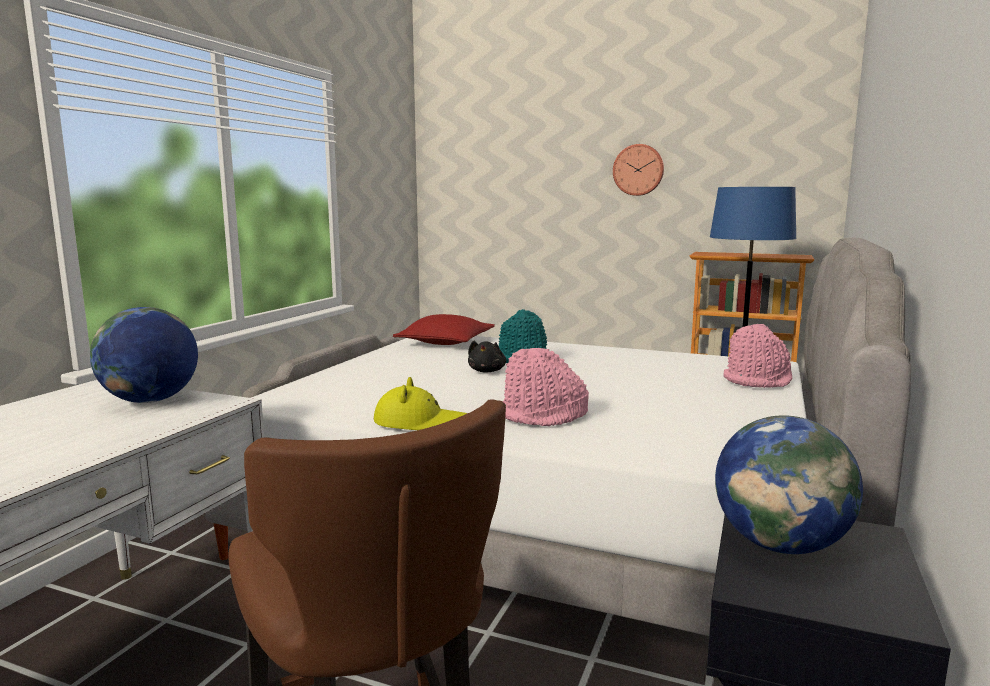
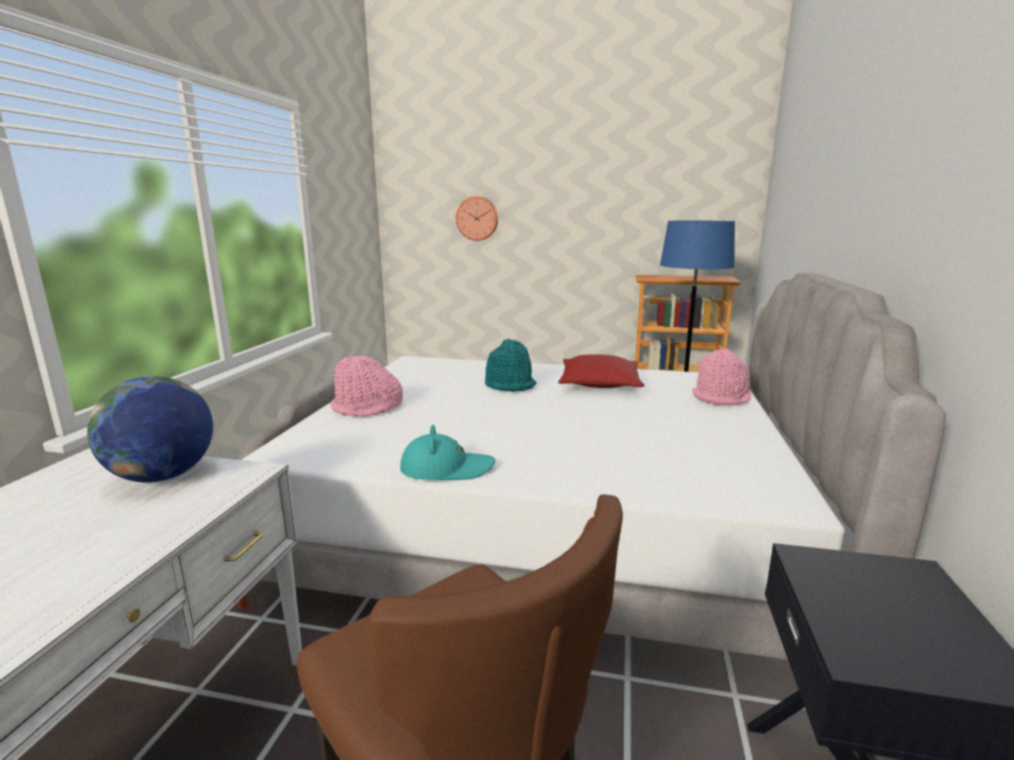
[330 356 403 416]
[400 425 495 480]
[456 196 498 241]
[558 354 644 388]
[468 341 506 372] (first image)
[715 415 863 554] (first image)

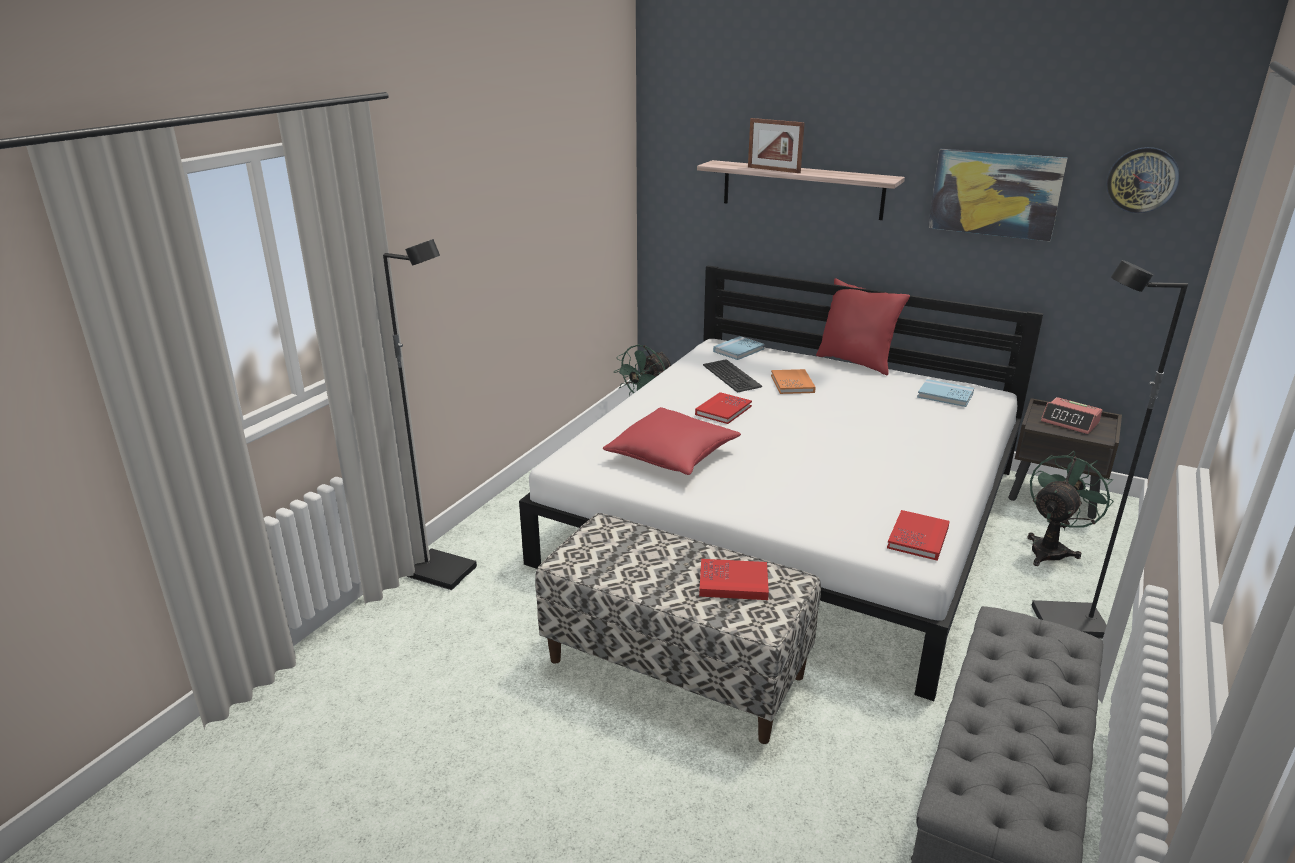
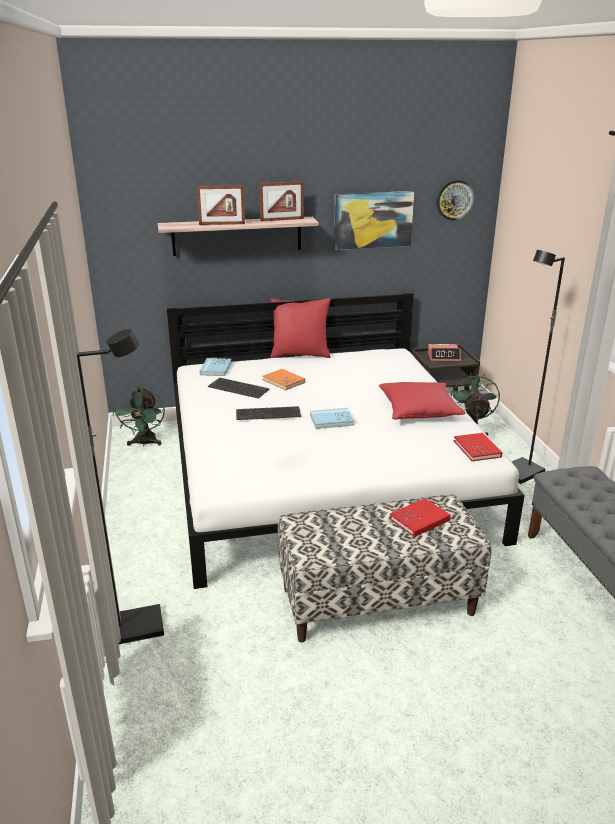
[236 406 301 420]
[259 181 304 222]
[310 408 355 429]
[379 382 465 420]

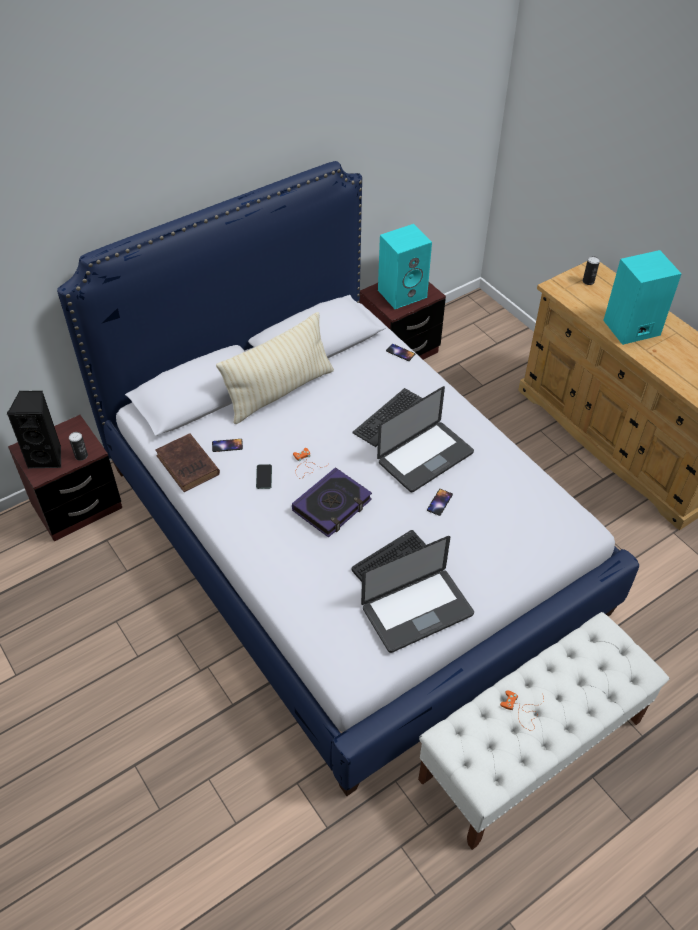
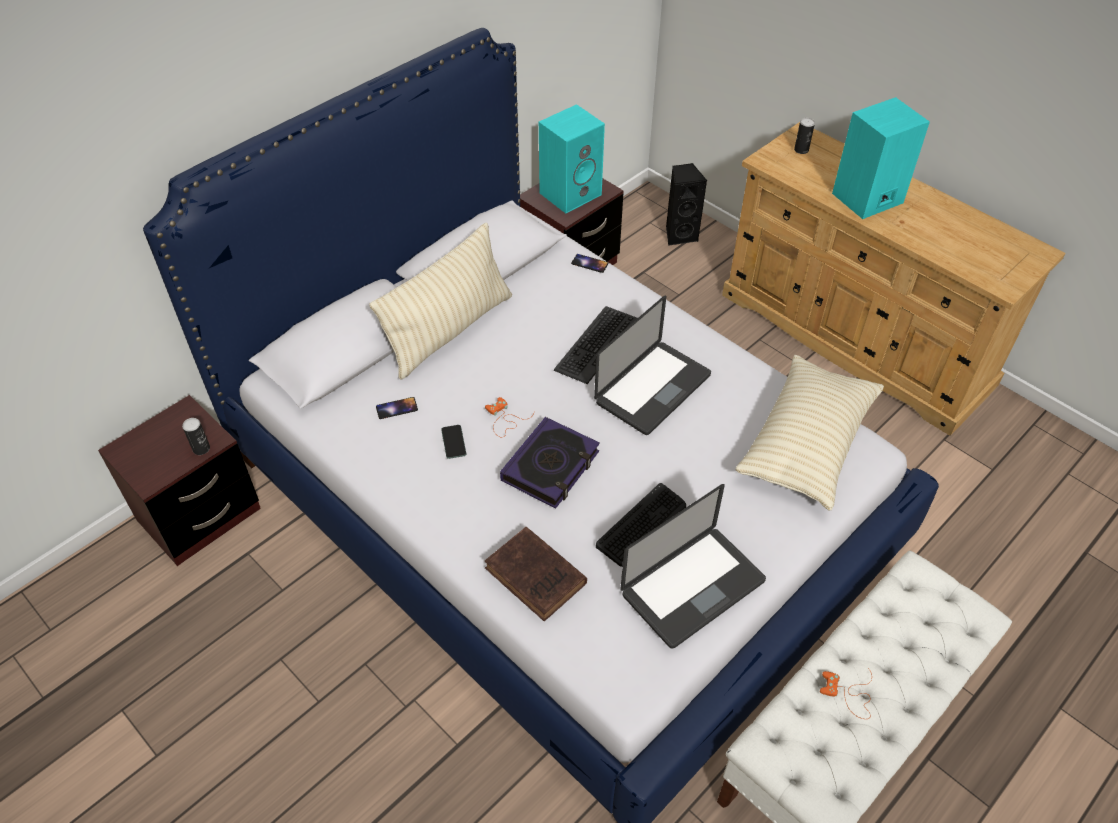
[484 527 587 621]
[666 163 707 246]
[735 355 884 511]
[427 489 453 516] (first image)

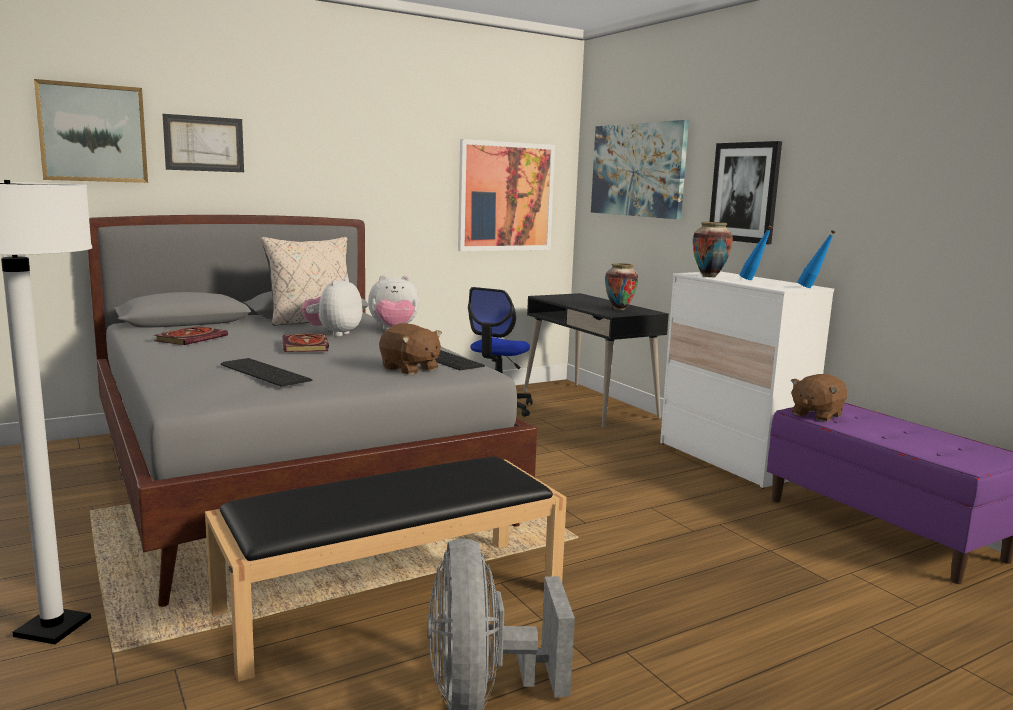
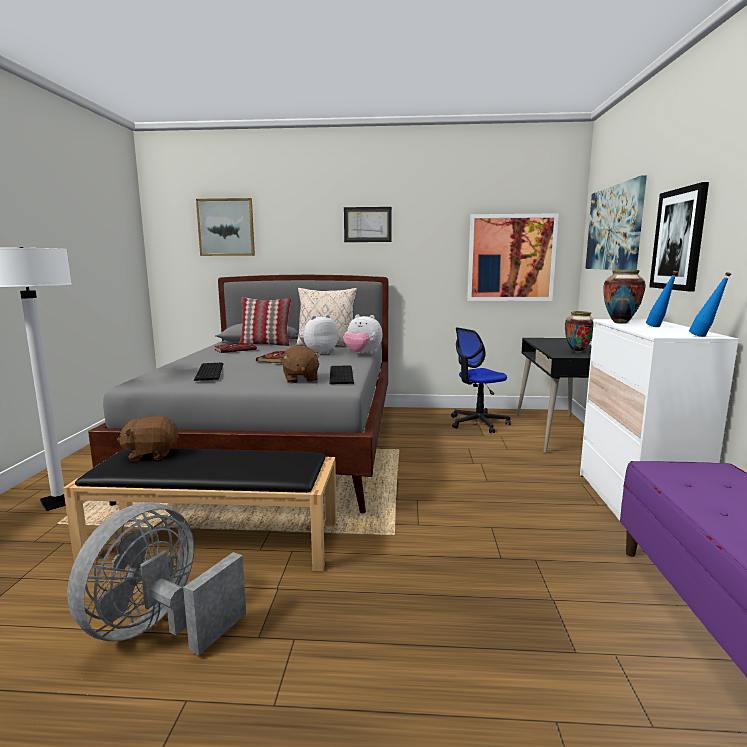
[117 416 179 461]
[239 297 291 346]
[344 207 392 242]

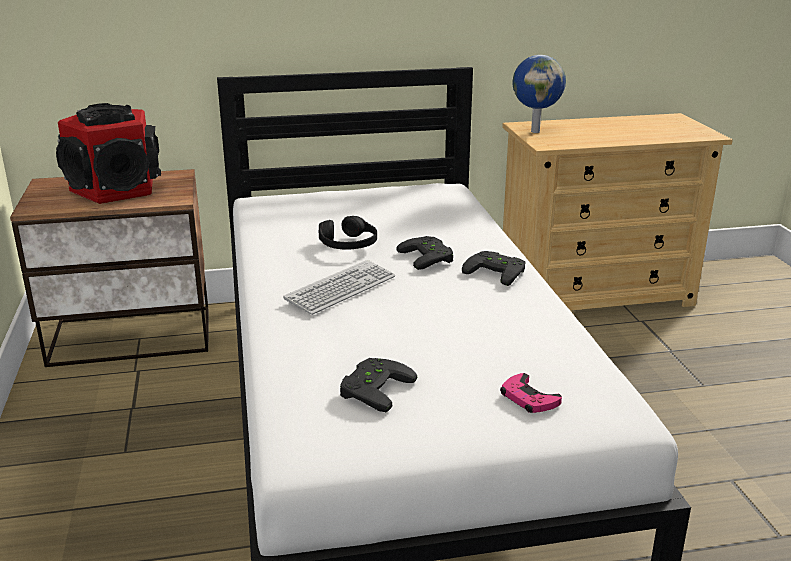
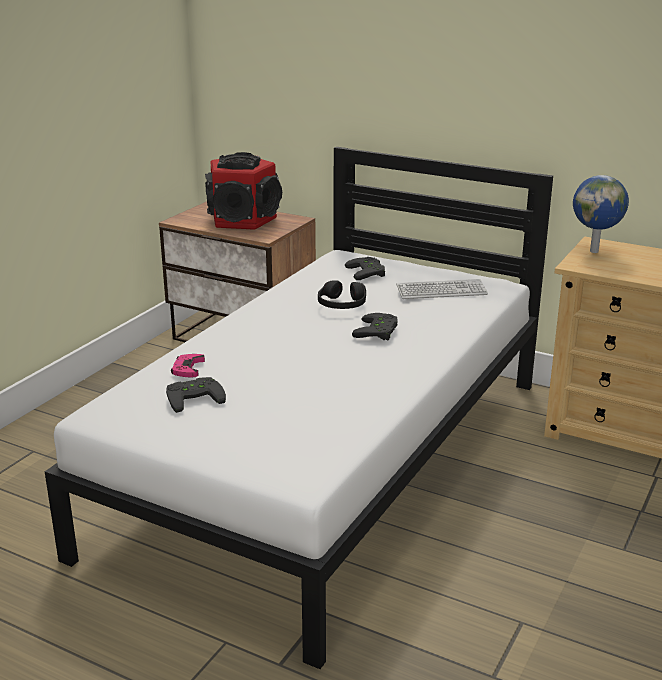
[171 354 205 377]
[345 257 385 280]
[396 279 488 299]

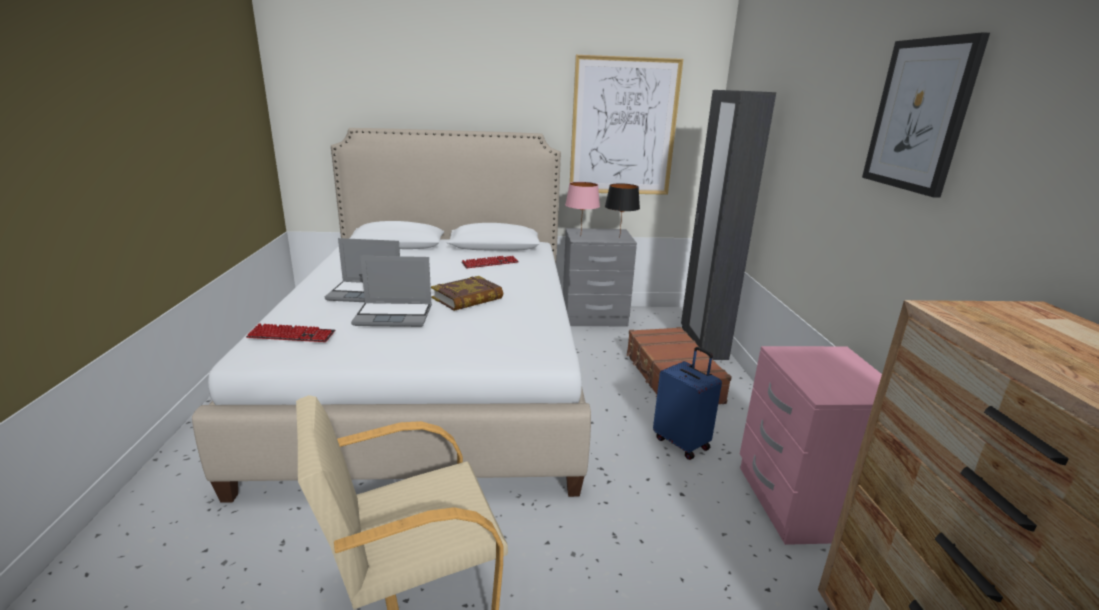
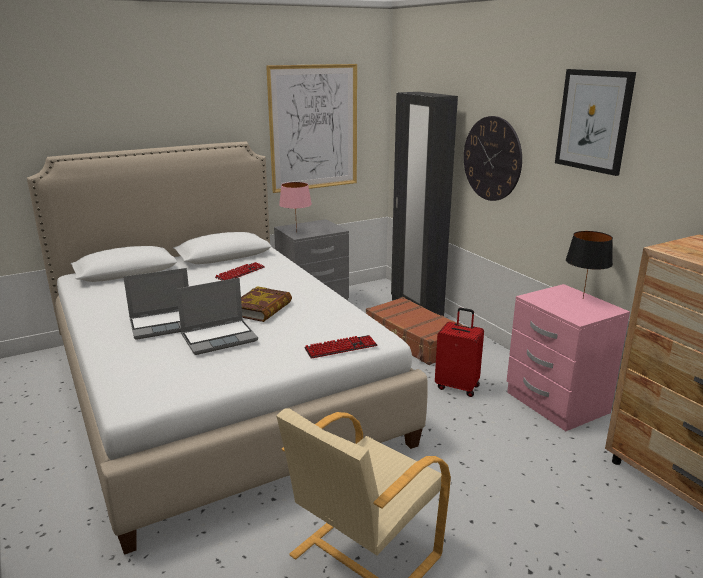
[304 335 377 359]
[435 308 484 397]
[464 116 522 201]
[566 231 613 298]

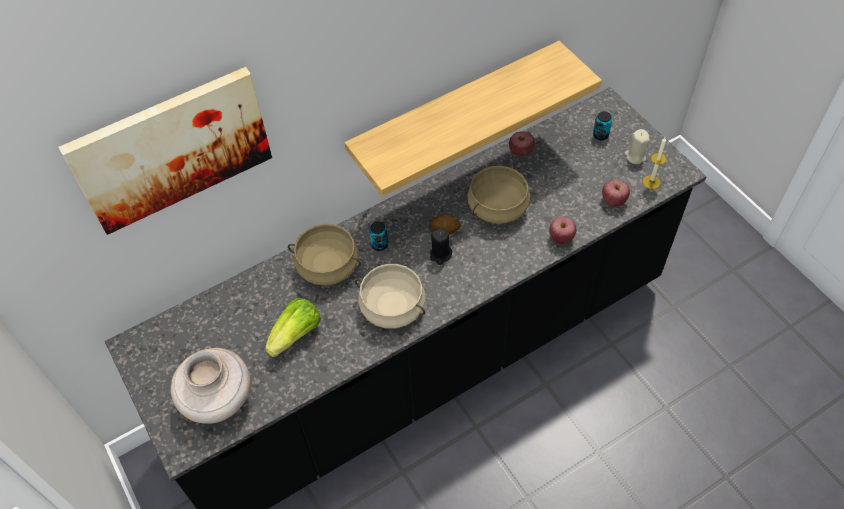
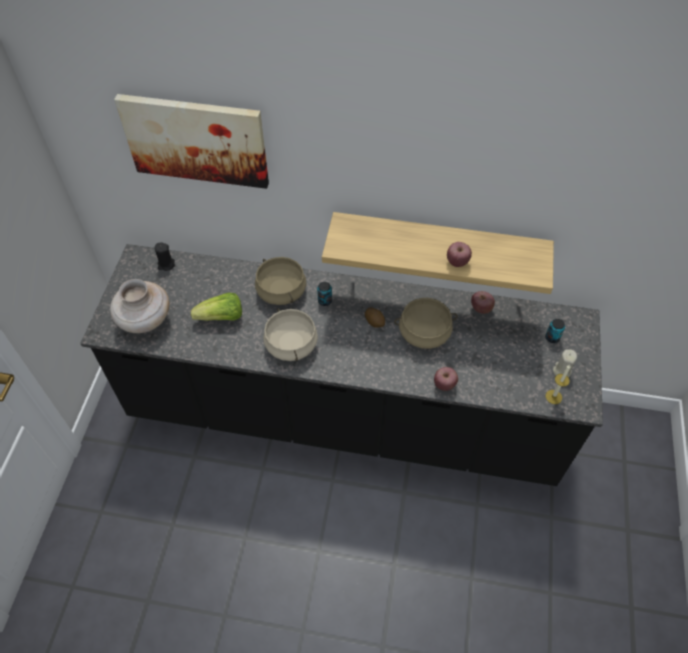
[155 243 175 271]
[447 242 472 267]

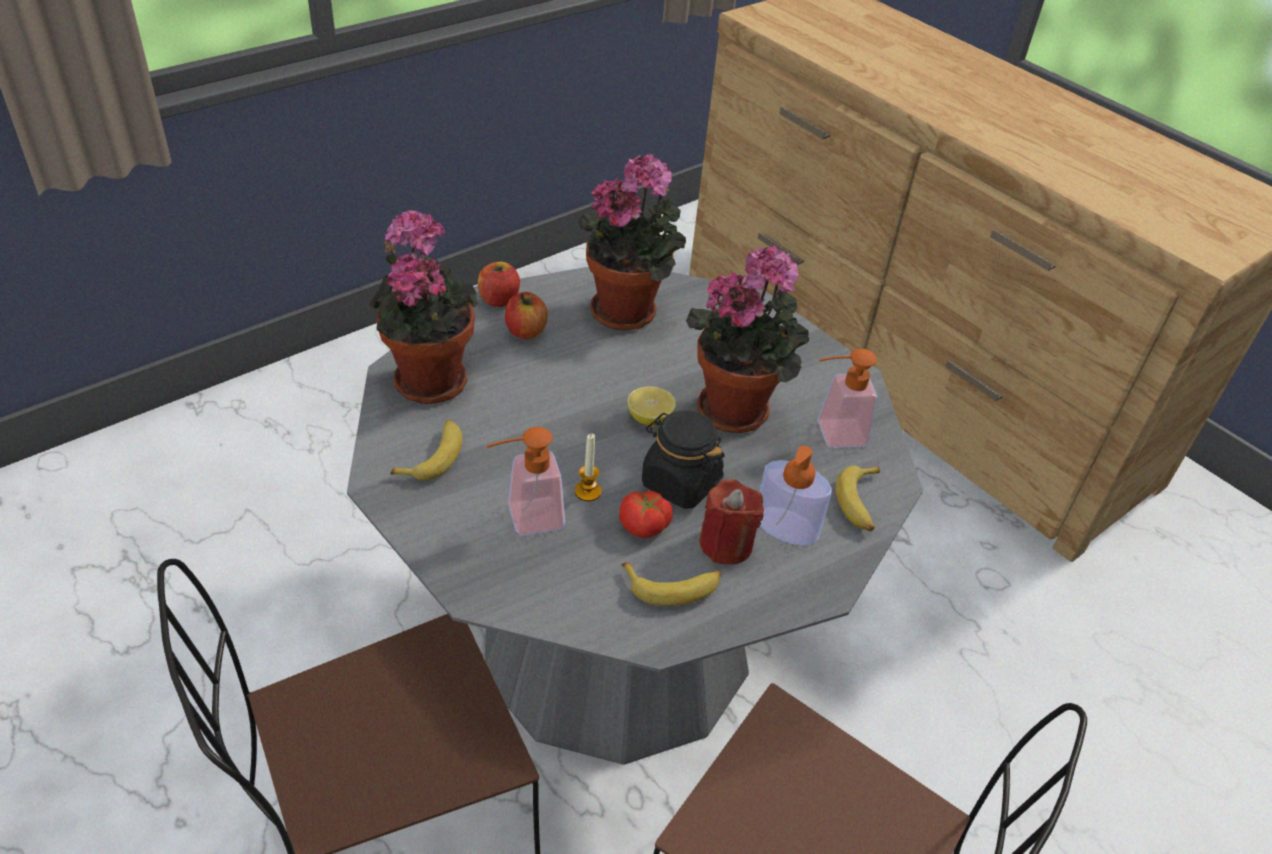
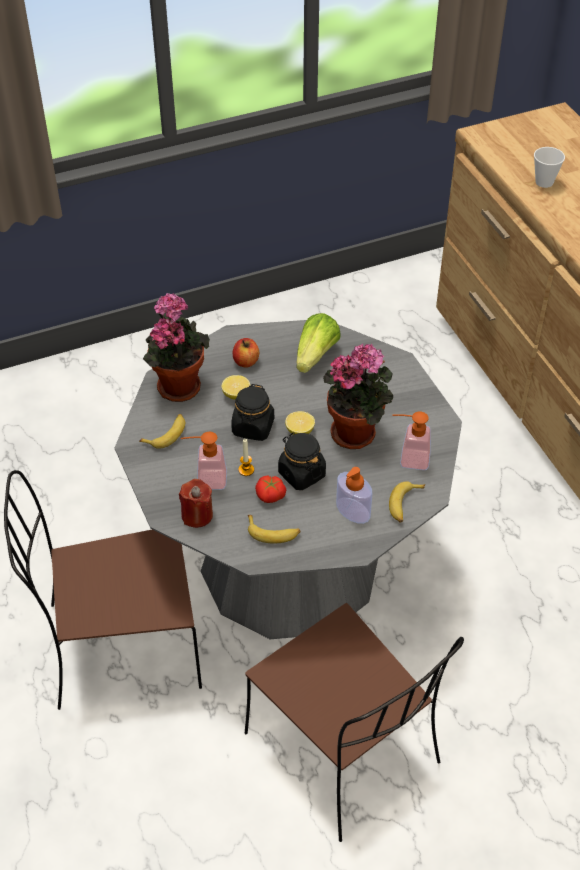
[179 479 213 528]
[222 375 250 399]
[231 384 274 441]
[296 313 340 373]
[534 147 565 188]
[478 262 520 307] (first image)

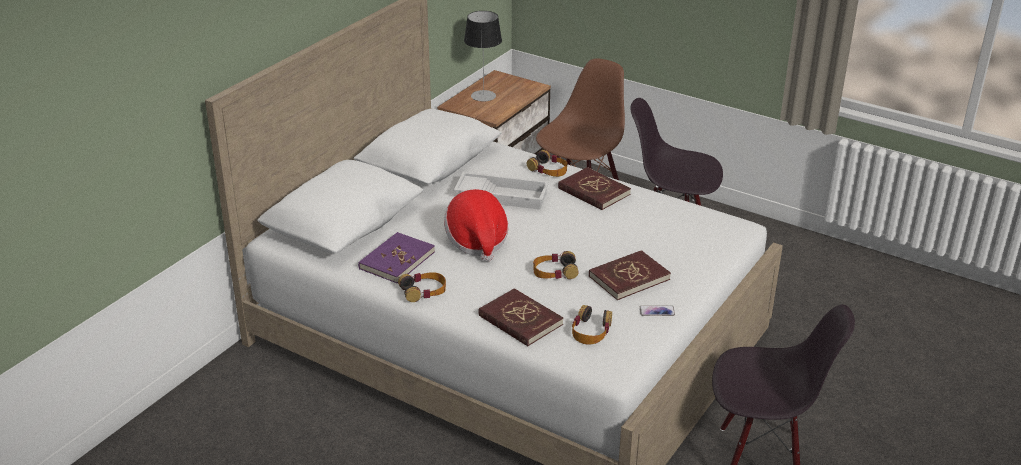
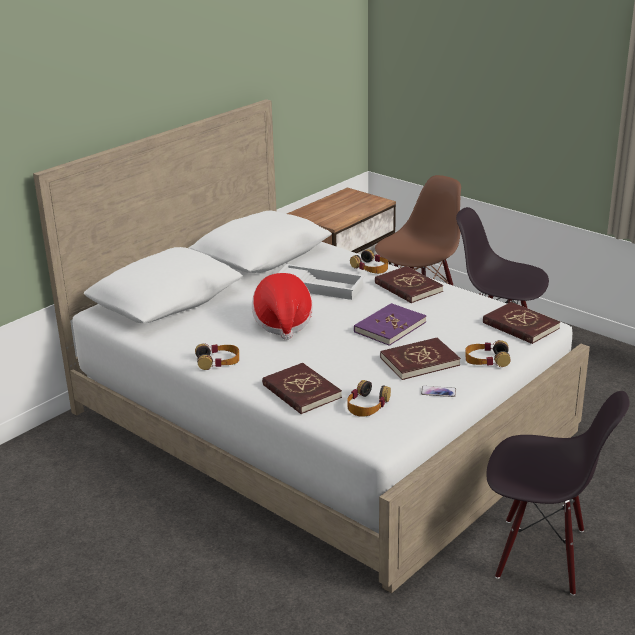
[354 303 426 346]
[466 340 510 367]
[483 302 560 344]
[464 11 502 101] (first image)

